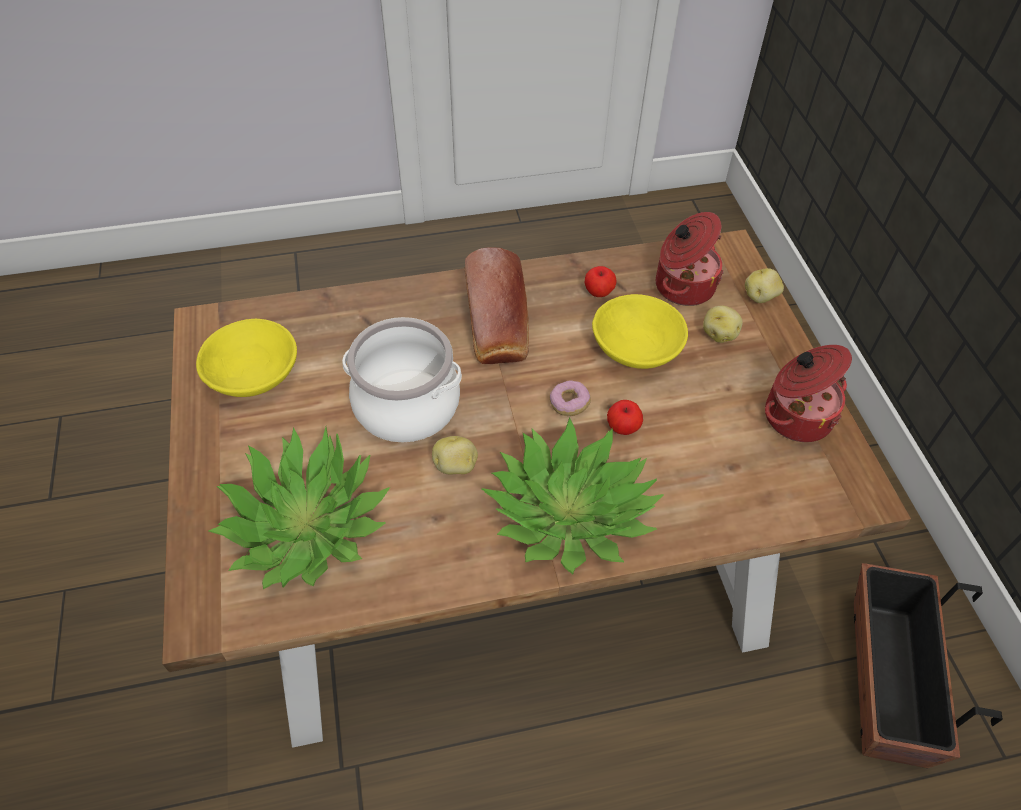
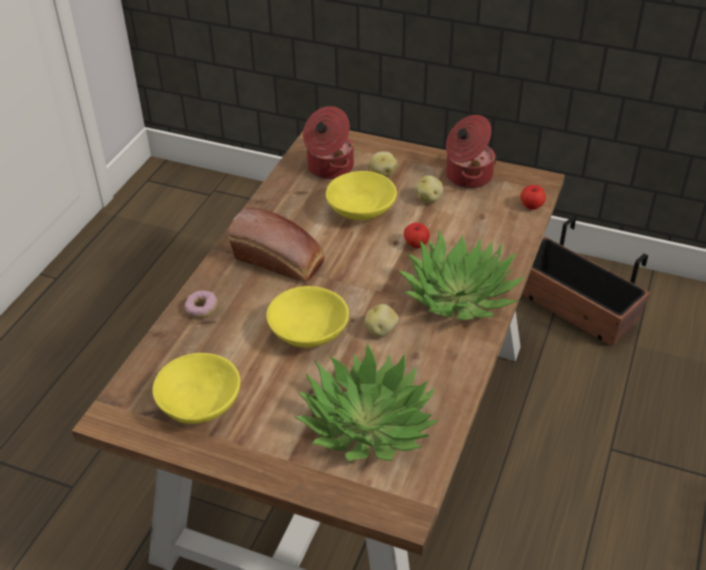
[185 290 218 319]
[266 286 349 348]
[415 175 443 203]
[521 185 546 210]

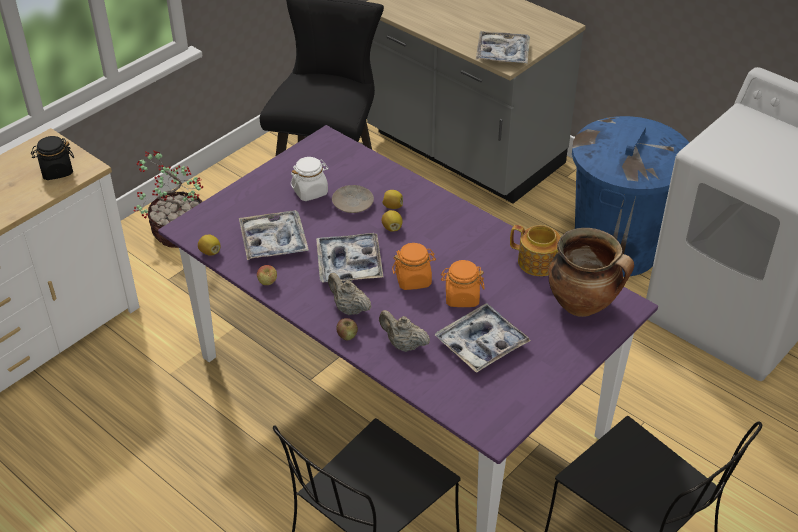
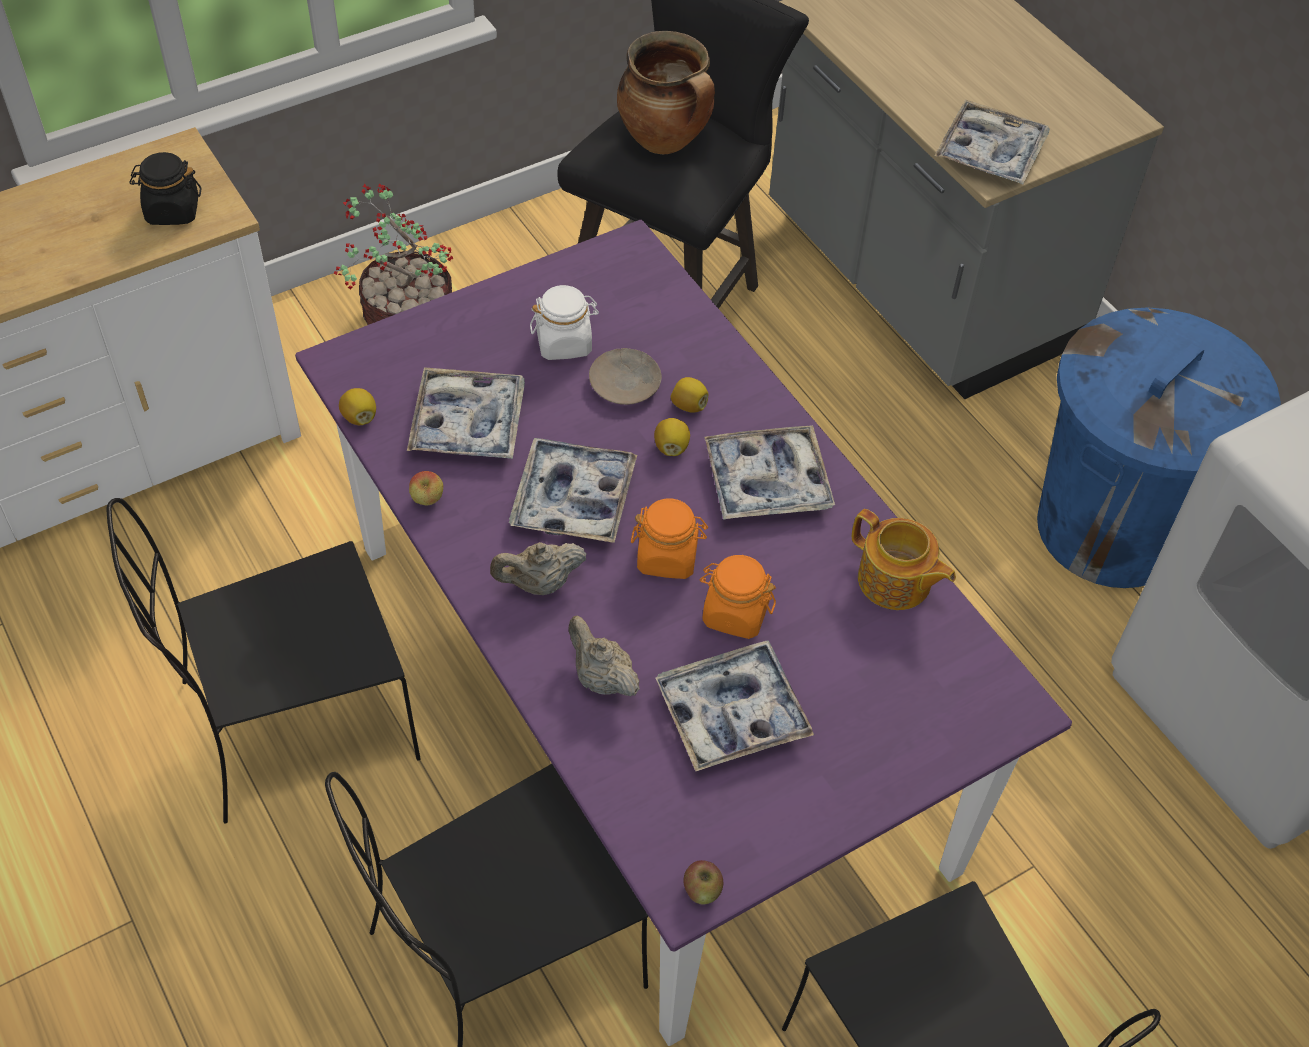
[106 498 421 823]
[490 542 586 595]
[617 31 715 154]
[683 860 723 905]
[704 425 835 520]

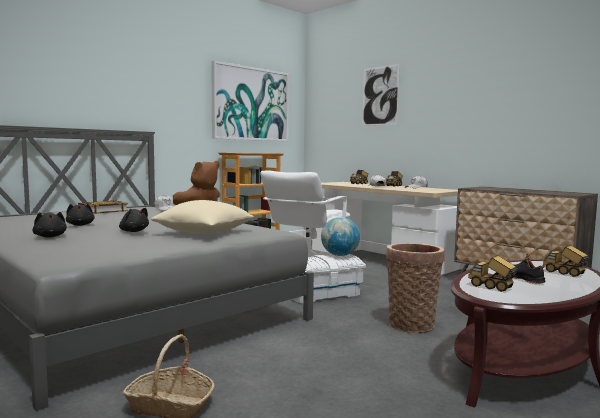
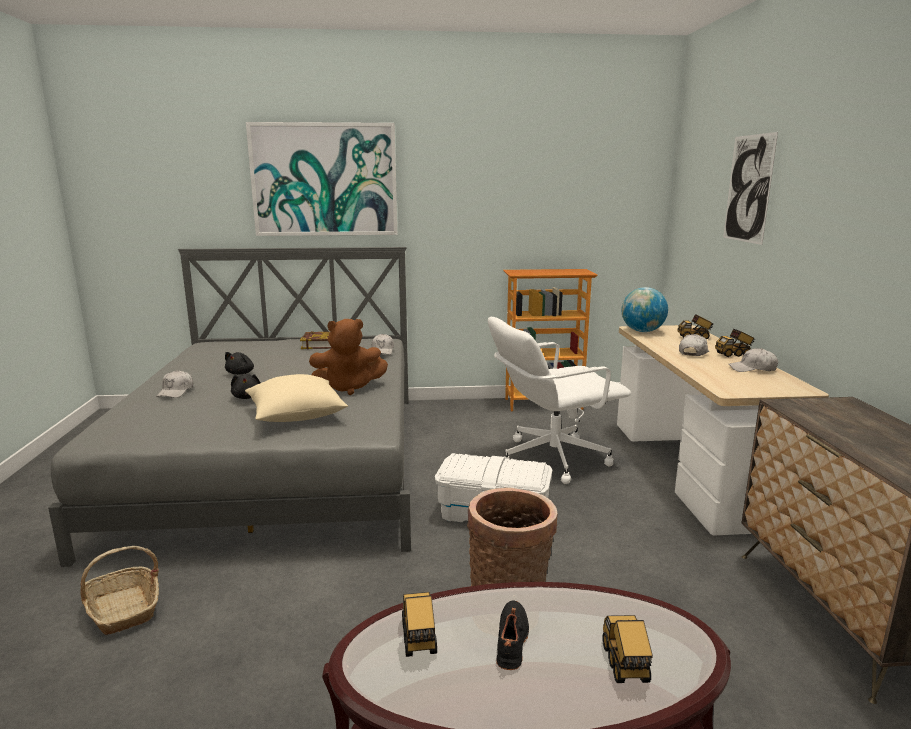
[156 370 193 398]
[246 122 397 236]
[621 287 668 332]

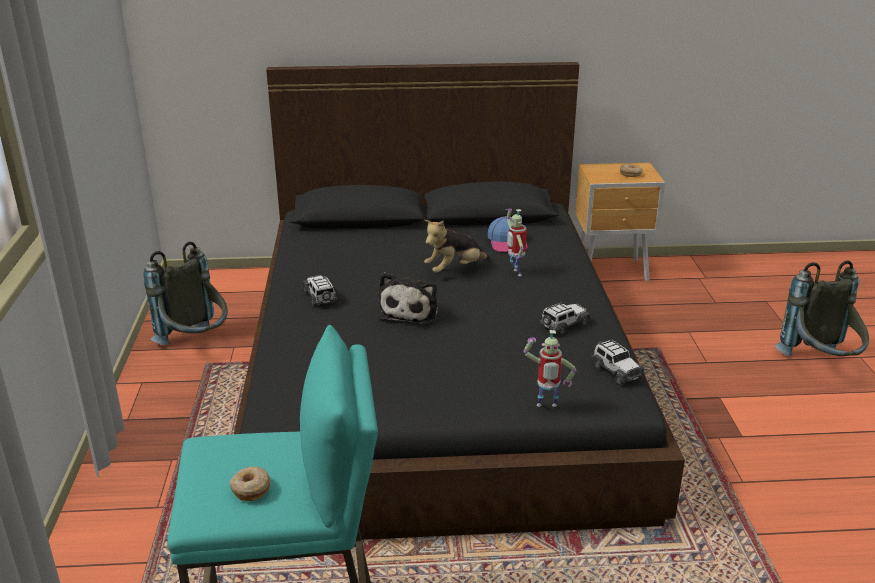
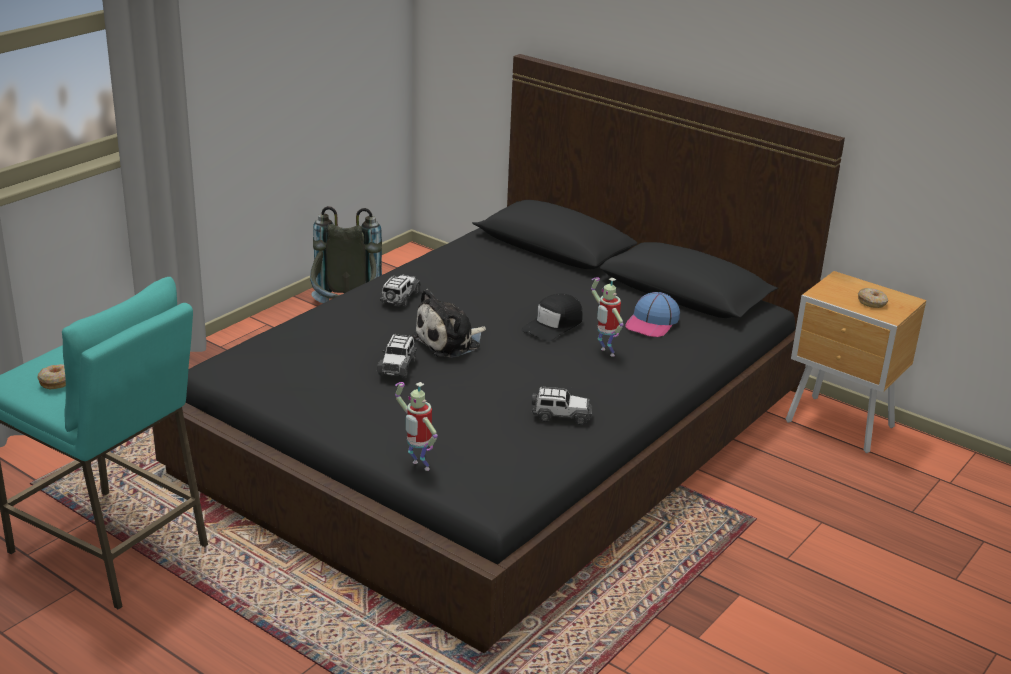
[377 334 417 379]
[522 294 582 341]
[591 277 624 357]
[775 260 869 356] (first image)

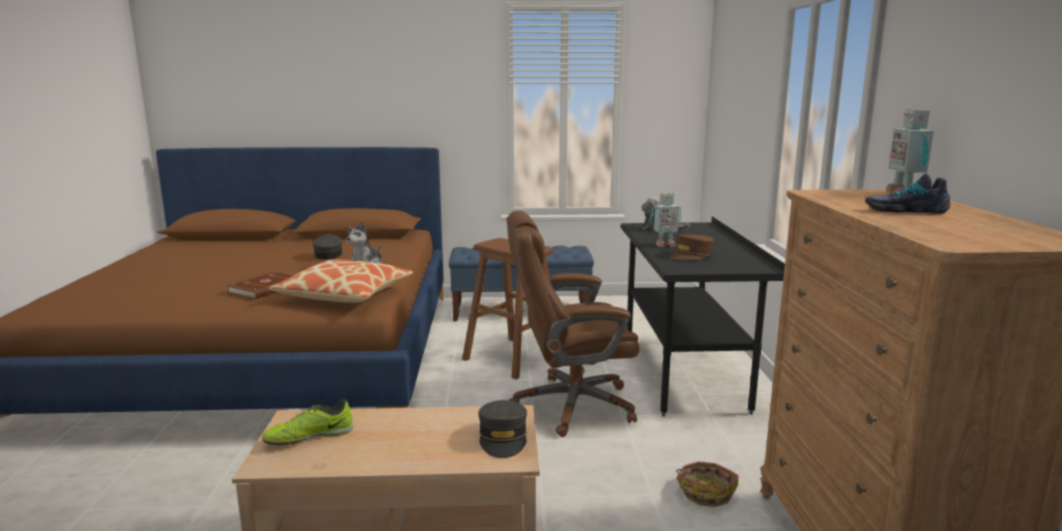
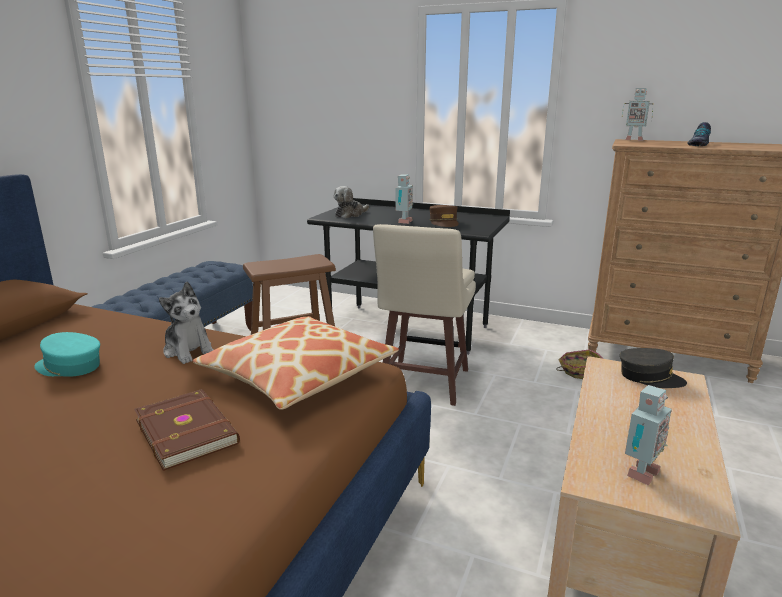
[34 332 100 377]
[373 224 476 406]
[625 385 672 486]

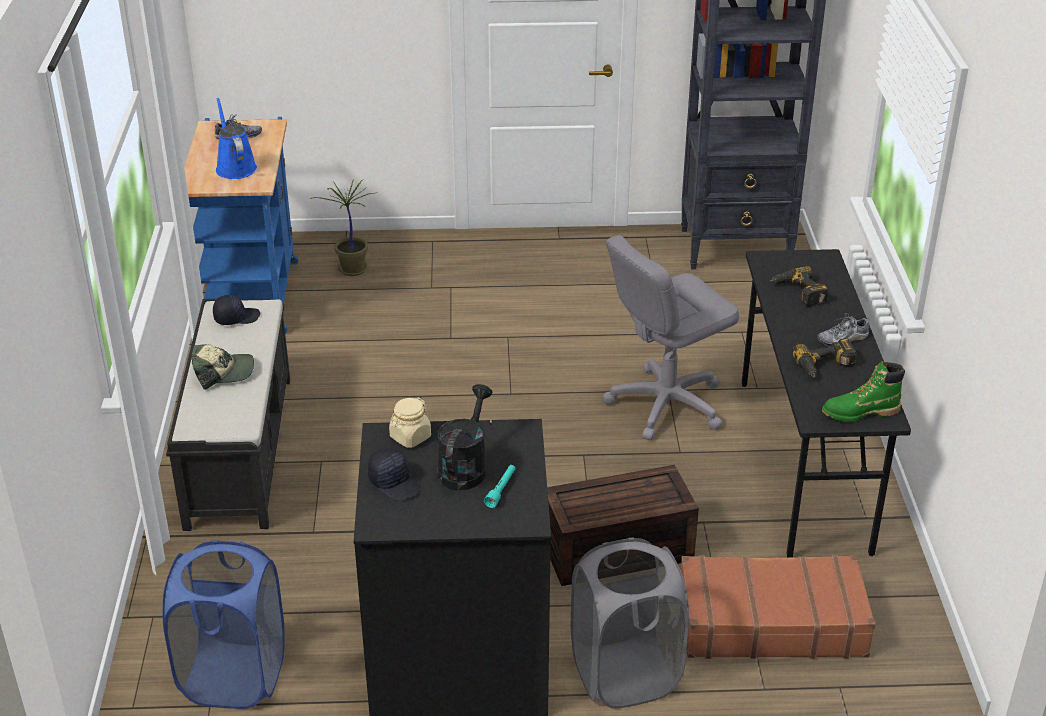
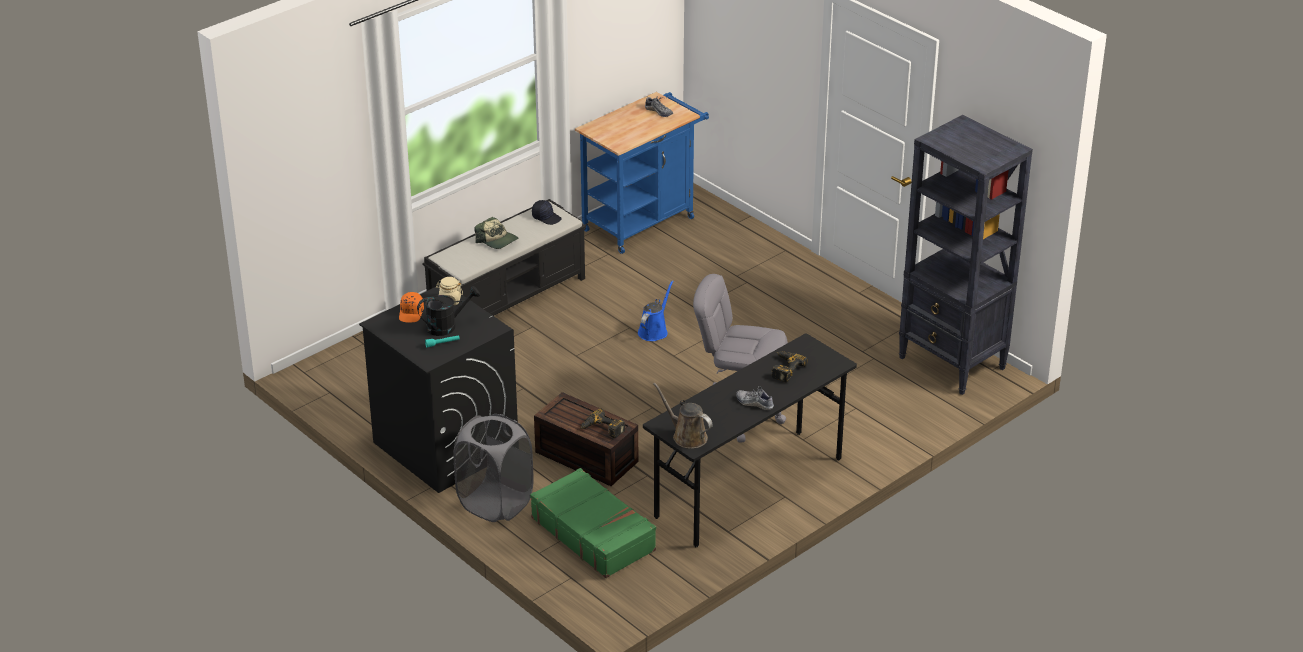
[399 292 424 323]
[530 468 656 578]
[580 408 625 438]
[638 280 674 341]
[653 382 713 449]
[162 540 285 709] (first image)
[310 179 377 276] (first image)

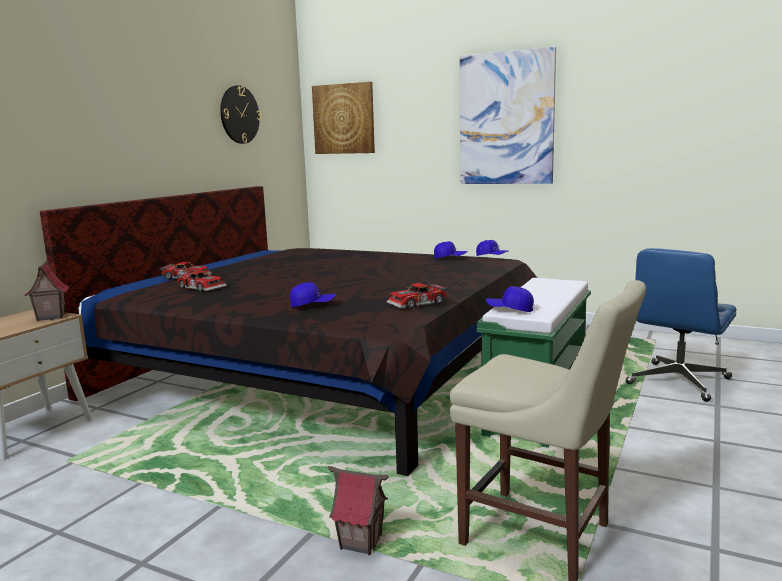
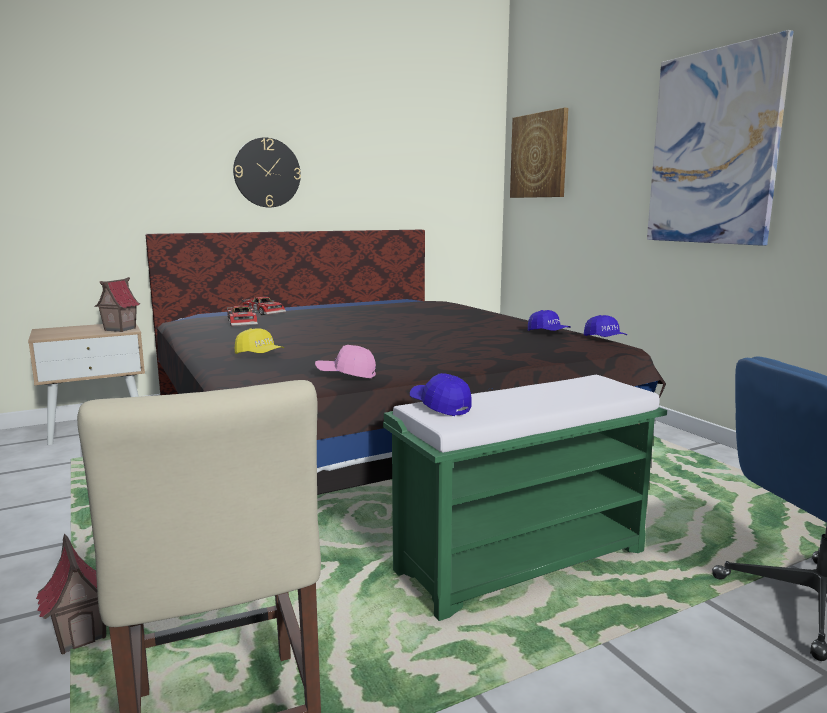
[233 138 301 207]
[235 328 284 354]
[315 345 376 378]

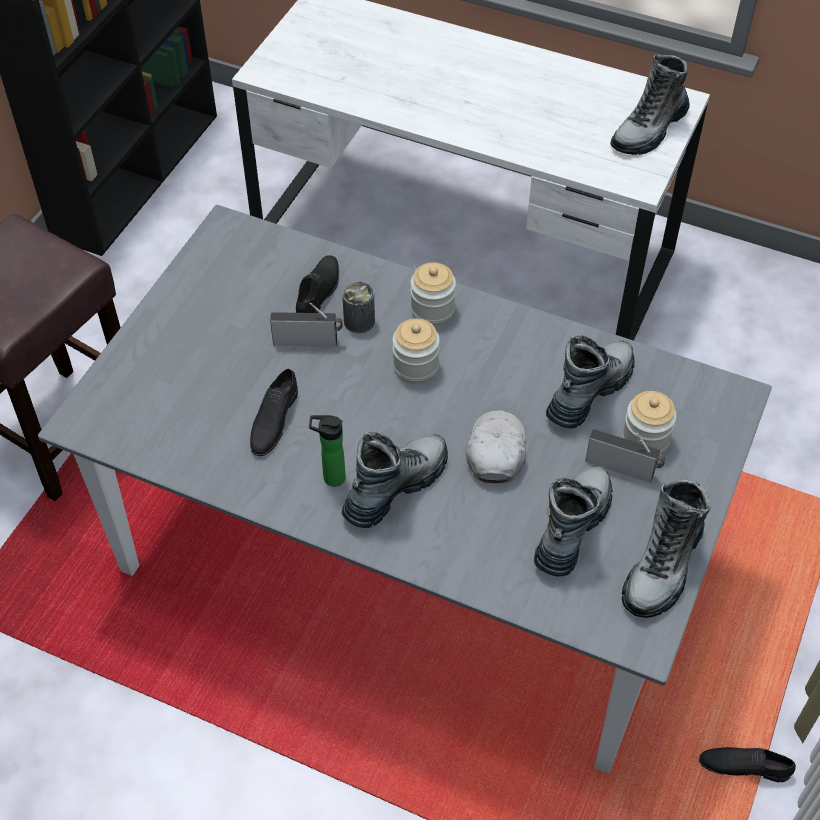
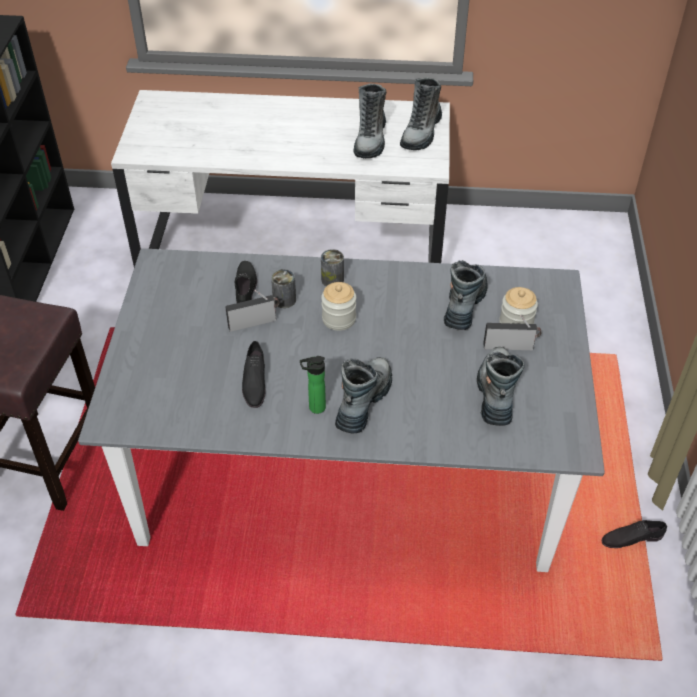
[321 249 344 286]
[354 84 386 158]
[466 410 526 483] (first image)

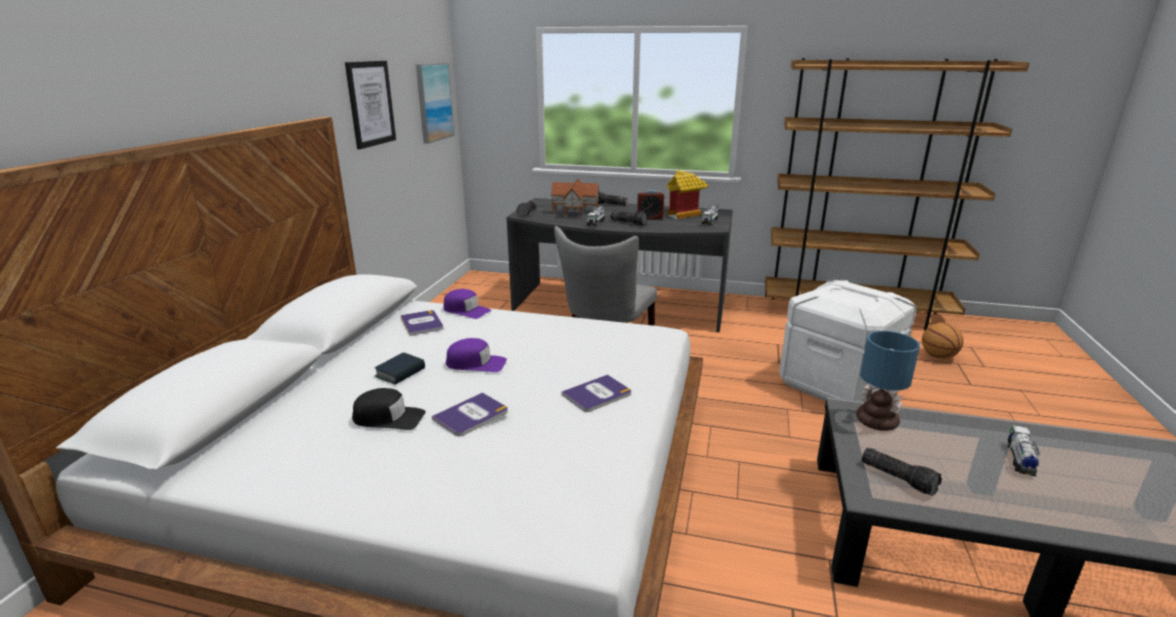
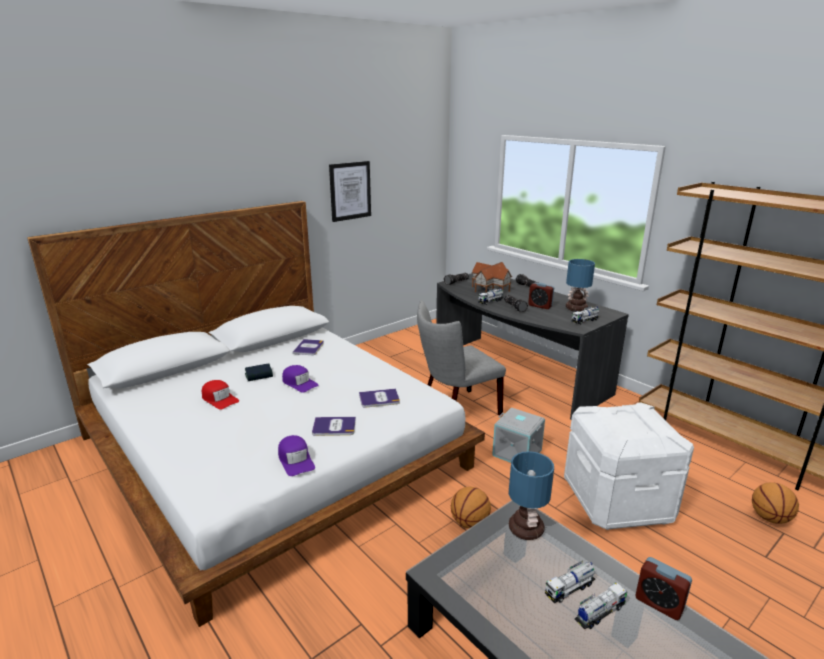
[202 380 239 410]
[278 435 315 476]
[359 389 400 408]
[451 487 491 528]
[492 408 545 463]
[545 561 595 603]
[566 259 595 312]
[635 557 692 620]
[416 63 454 144] (first image)
[862 448 942 496] (first image)

